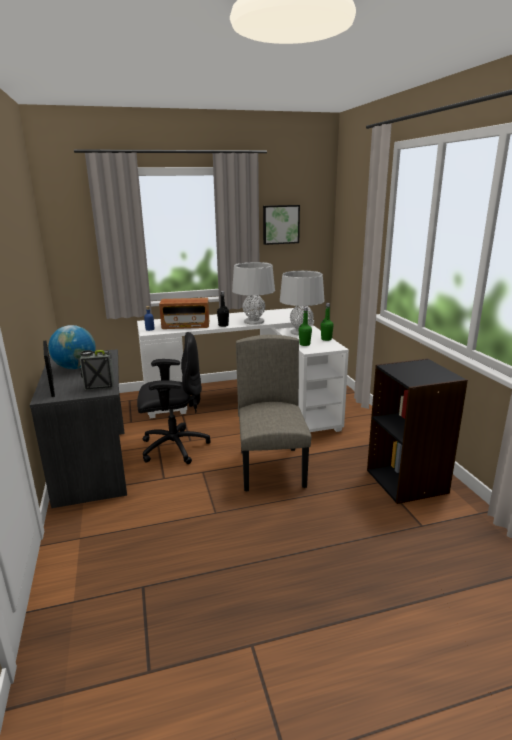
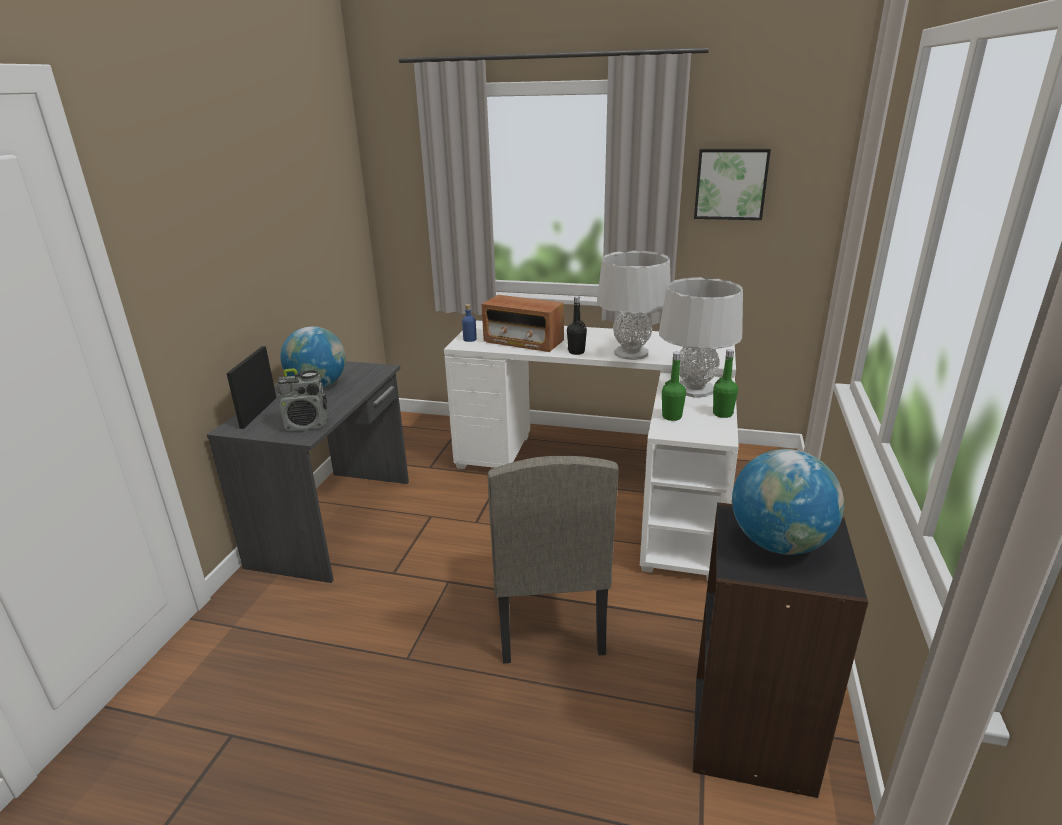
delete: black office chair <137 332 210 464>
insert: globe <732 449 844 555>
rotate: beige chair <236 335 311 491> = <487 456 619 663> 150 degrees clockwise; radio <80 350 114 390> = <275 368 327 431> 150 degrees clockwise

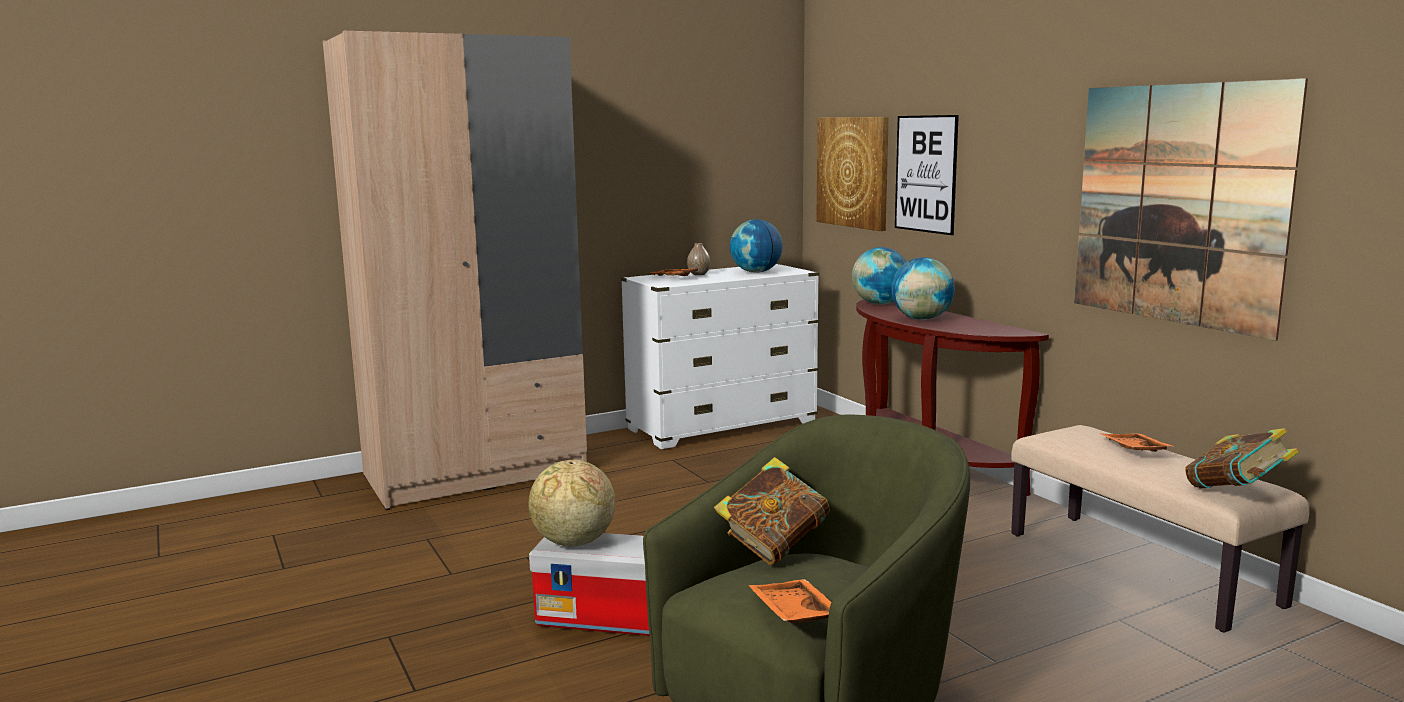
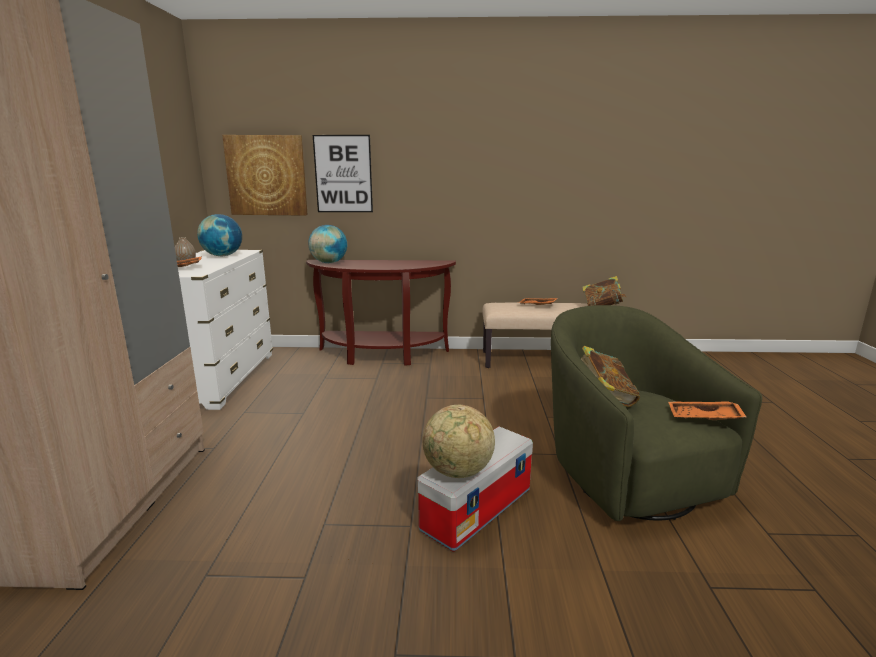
delete: picture <1074 78 1308 341>; globe <891 257 955 320>

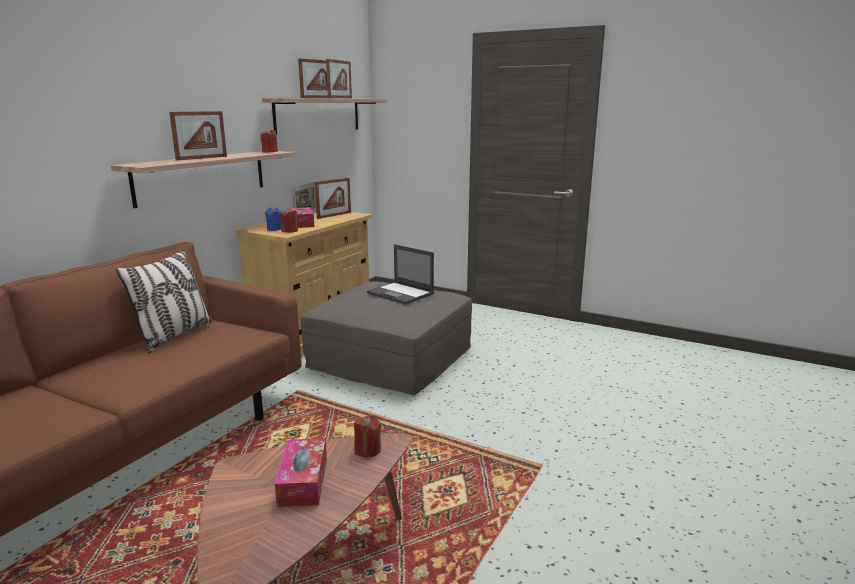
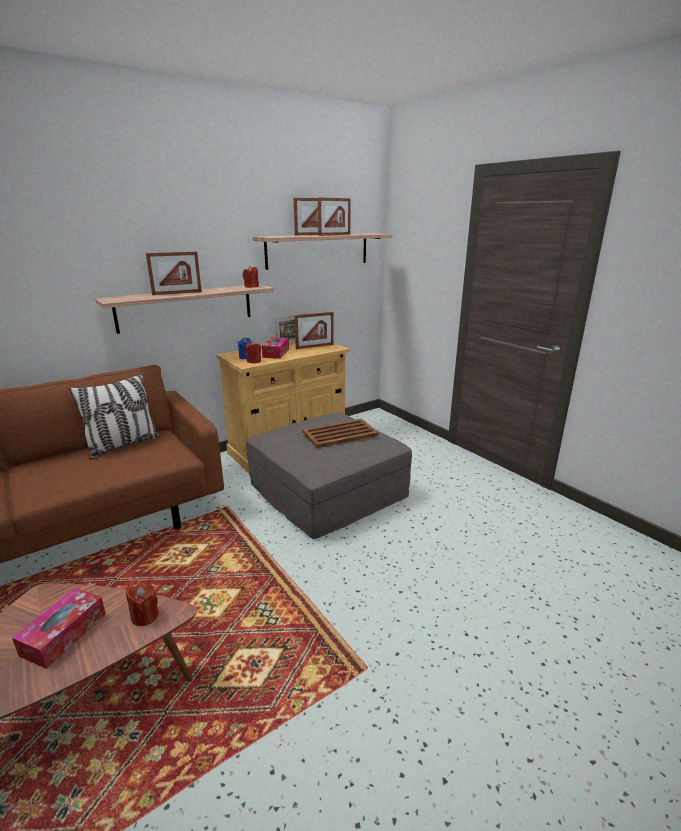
replace: laptop <367 244 434 305> to brown tray <303 418 379 448>

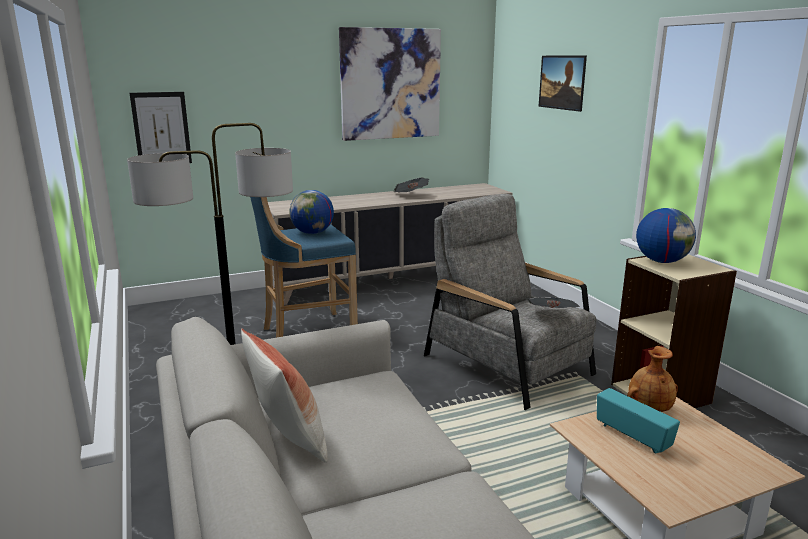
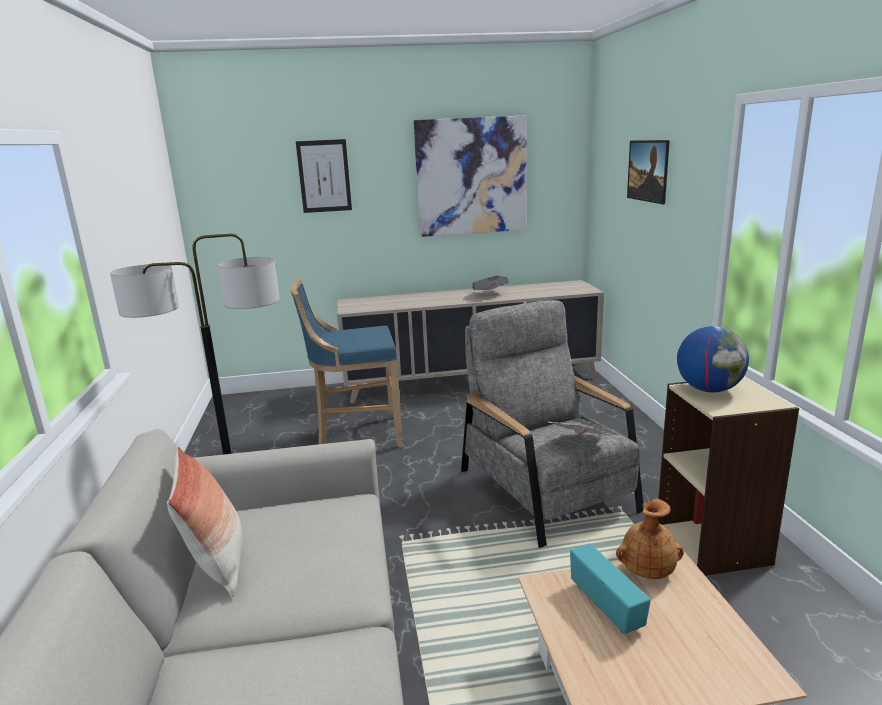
delete: globe <289 190 334 234>
move: picture <130 92 192 163> to <296 139 352 213>

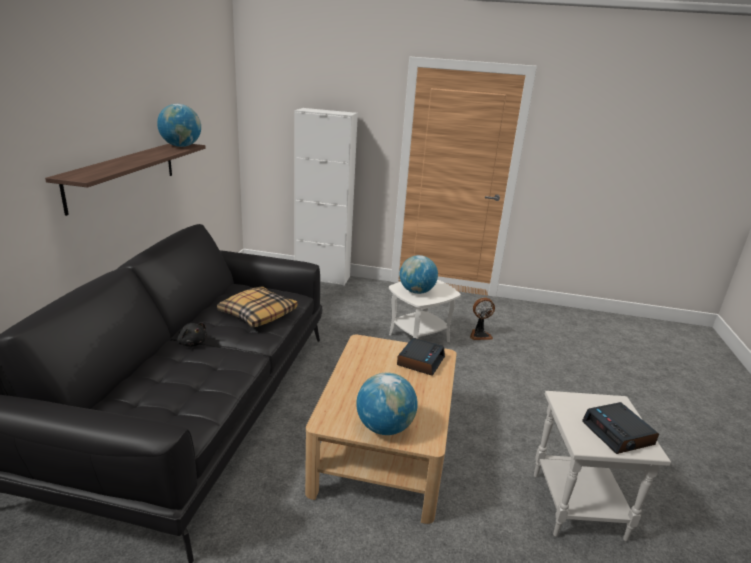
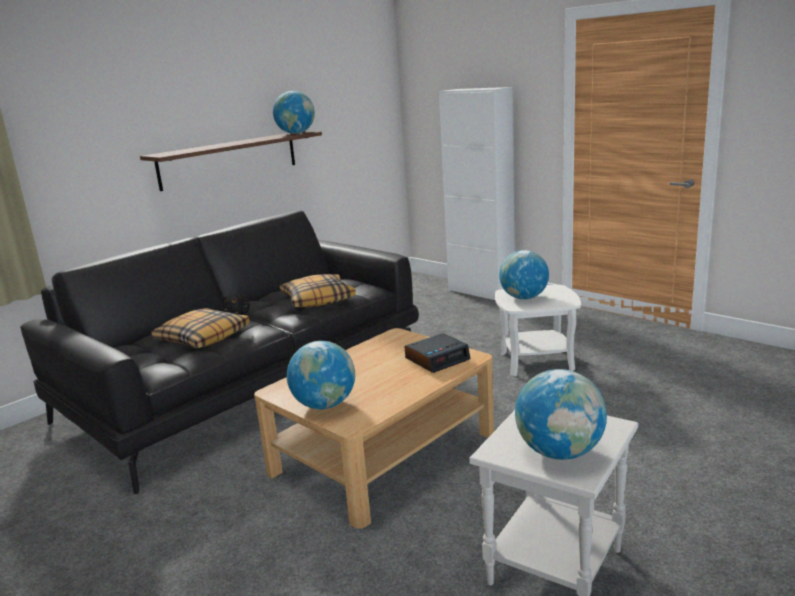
delete: fan <470 298 495 340>
insert: pillow <151 308 249 349>
replace: alarm clock <582 402 659 454> to globe <515 369 607 460>

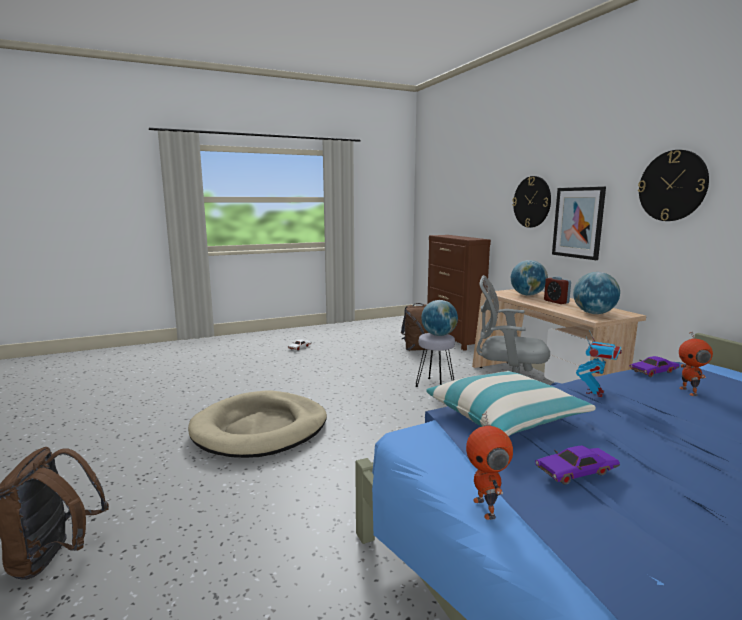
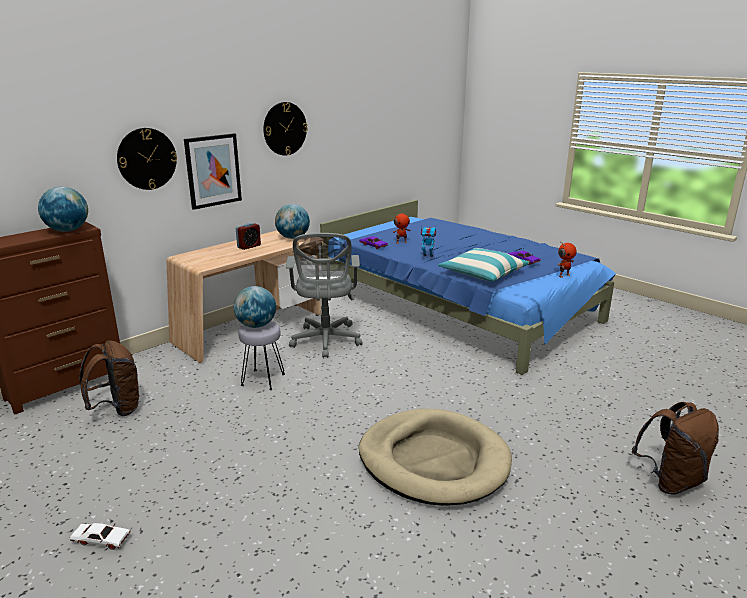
move: globe <511 260 548 296> to <38 187 88 232>

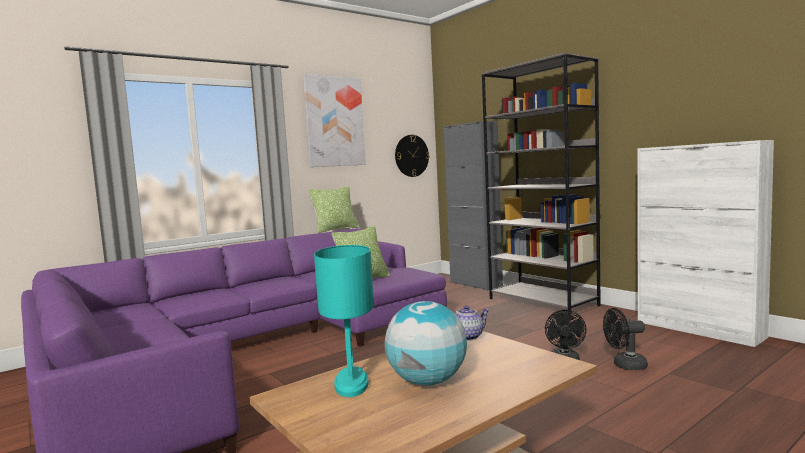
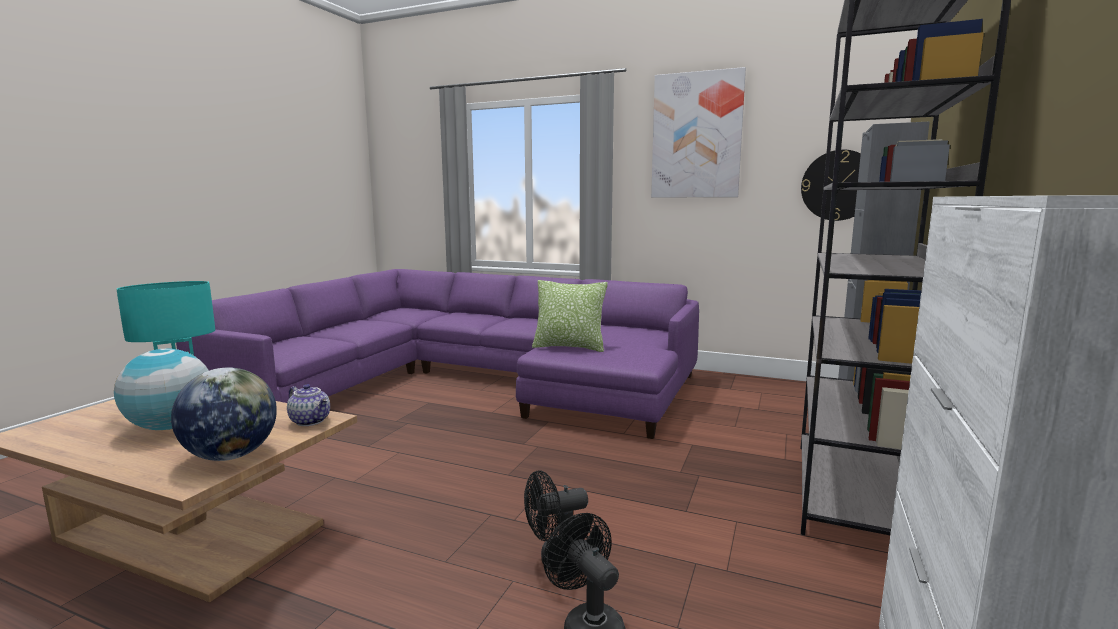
delete: pillow <308 186 360 233>
insert: globe <171 367 277 461>

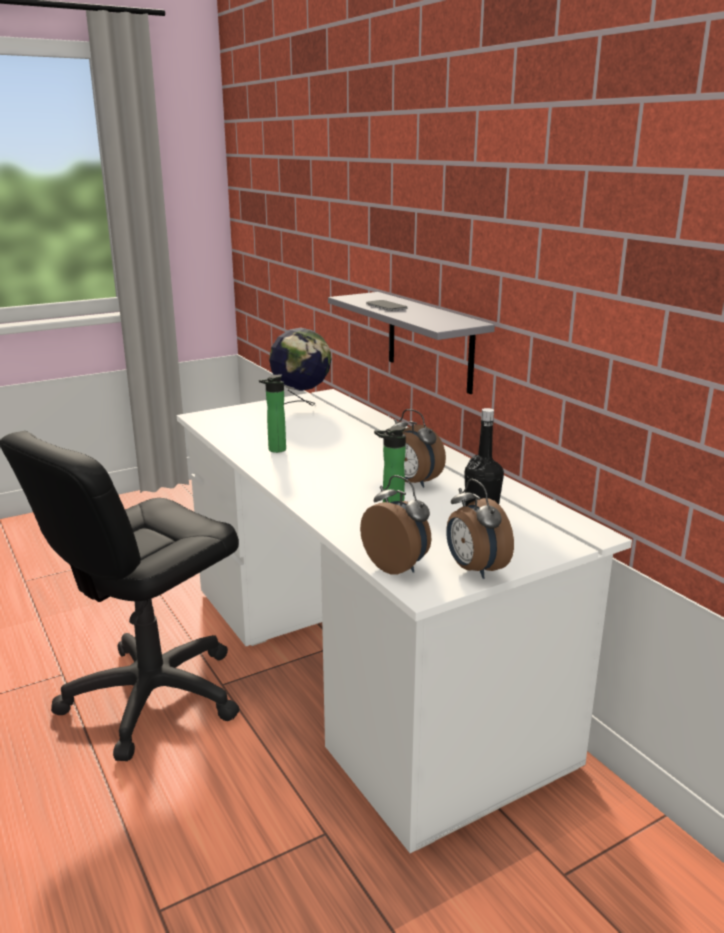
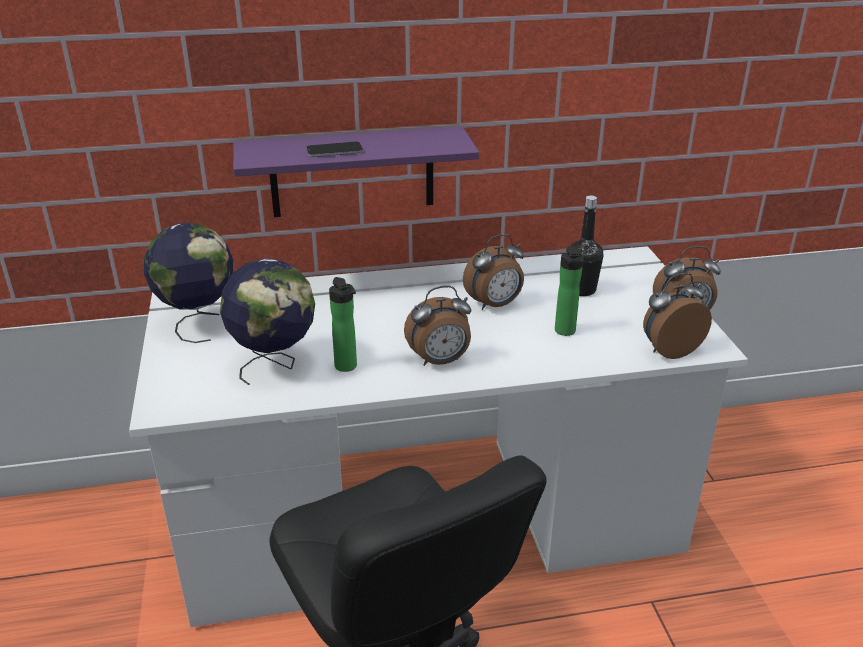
insert: globe <220 258 315 385>; alarm clock <404 286 471 366>
recolor: grey shelf <328 292 495 394> to purple shelf <233 127 479 217>

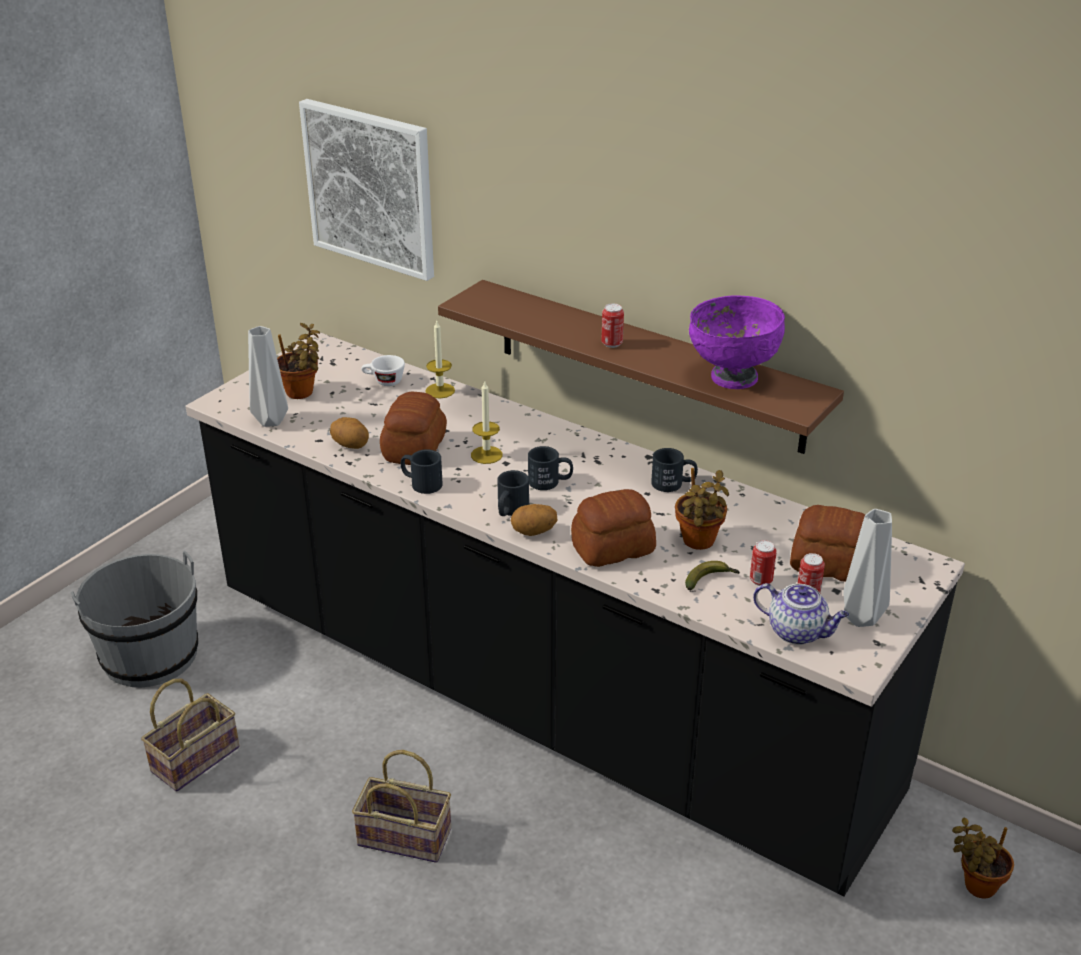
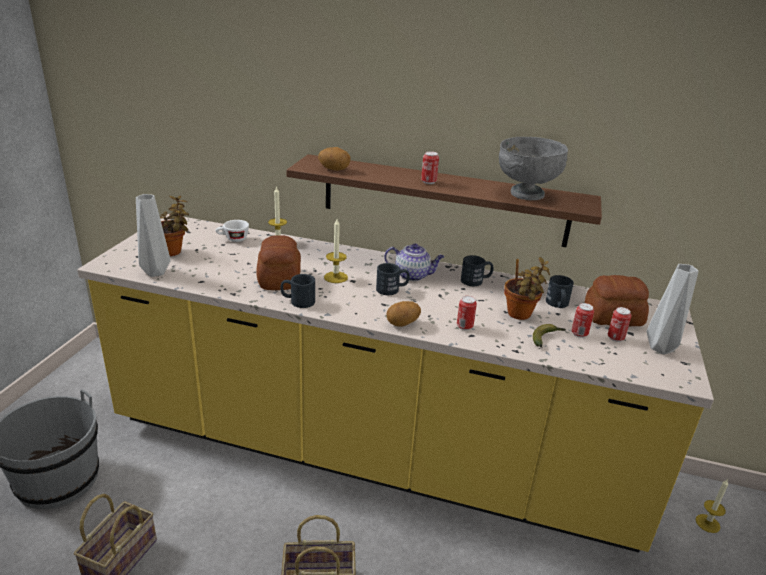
delete: picture <299 99 434 281>
move: potato <330 417 369 449> to <318 147 351 171>; black mug <497 470 529 516> to <546 275 574 308>; teapot <753 583 849 645> to <384 244 444 281>
replace: bread <571 489 656 567> to can <457 296 477 330>; potted plant <952 817 1014 898> to candle <696 480 728 533>
recolor: purple bowl <689 296 785 389> to grey bowl <499 137 568 200>; black counter <185 332 965 897> to yellow counter <77 214 714 552>

